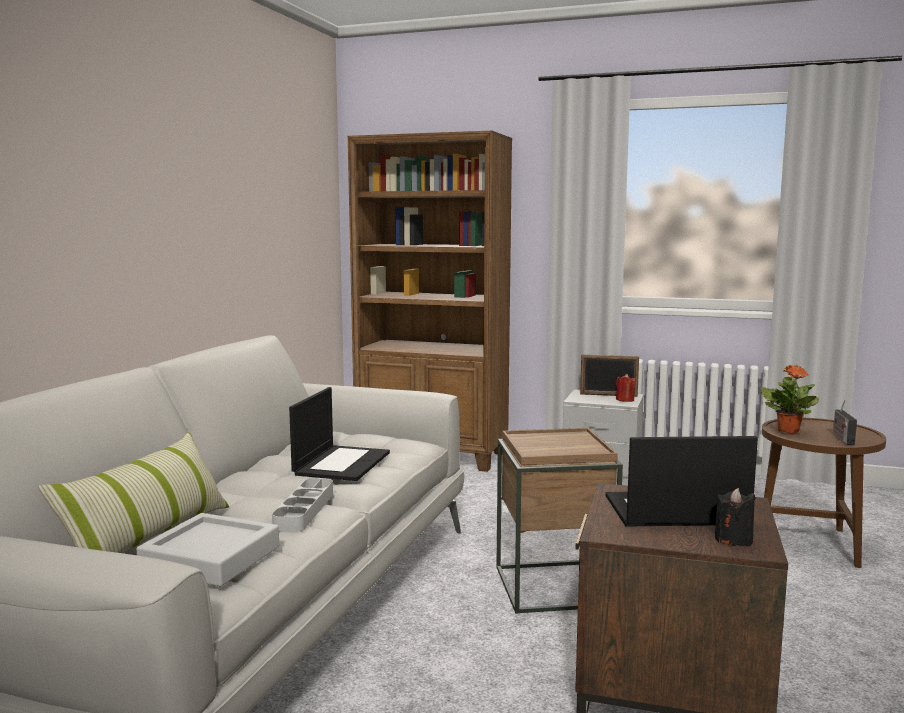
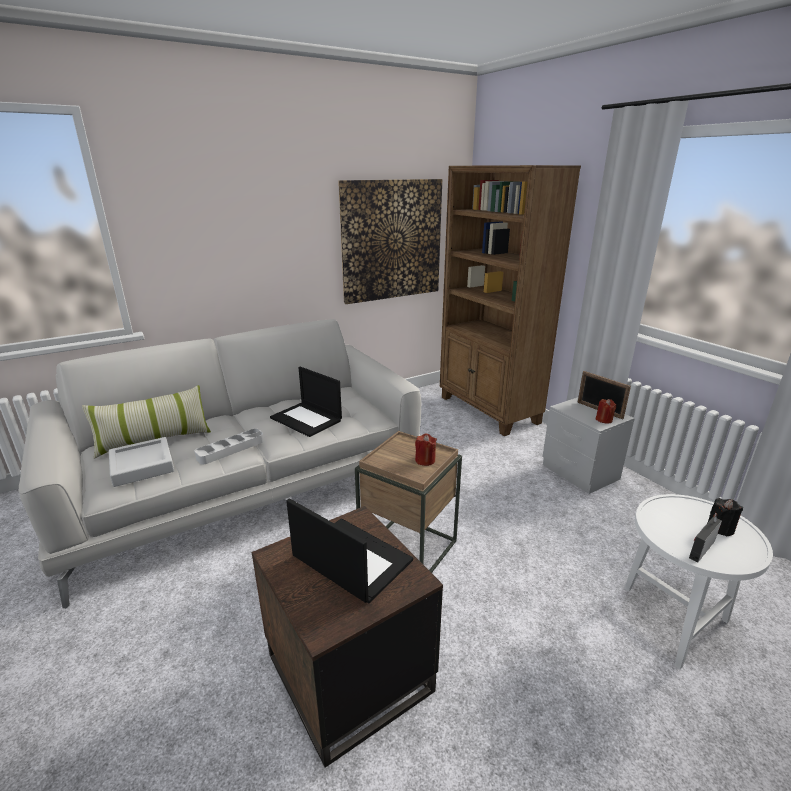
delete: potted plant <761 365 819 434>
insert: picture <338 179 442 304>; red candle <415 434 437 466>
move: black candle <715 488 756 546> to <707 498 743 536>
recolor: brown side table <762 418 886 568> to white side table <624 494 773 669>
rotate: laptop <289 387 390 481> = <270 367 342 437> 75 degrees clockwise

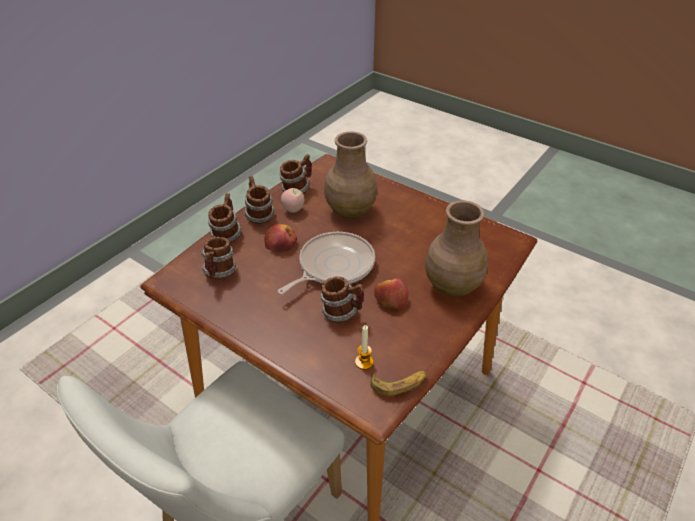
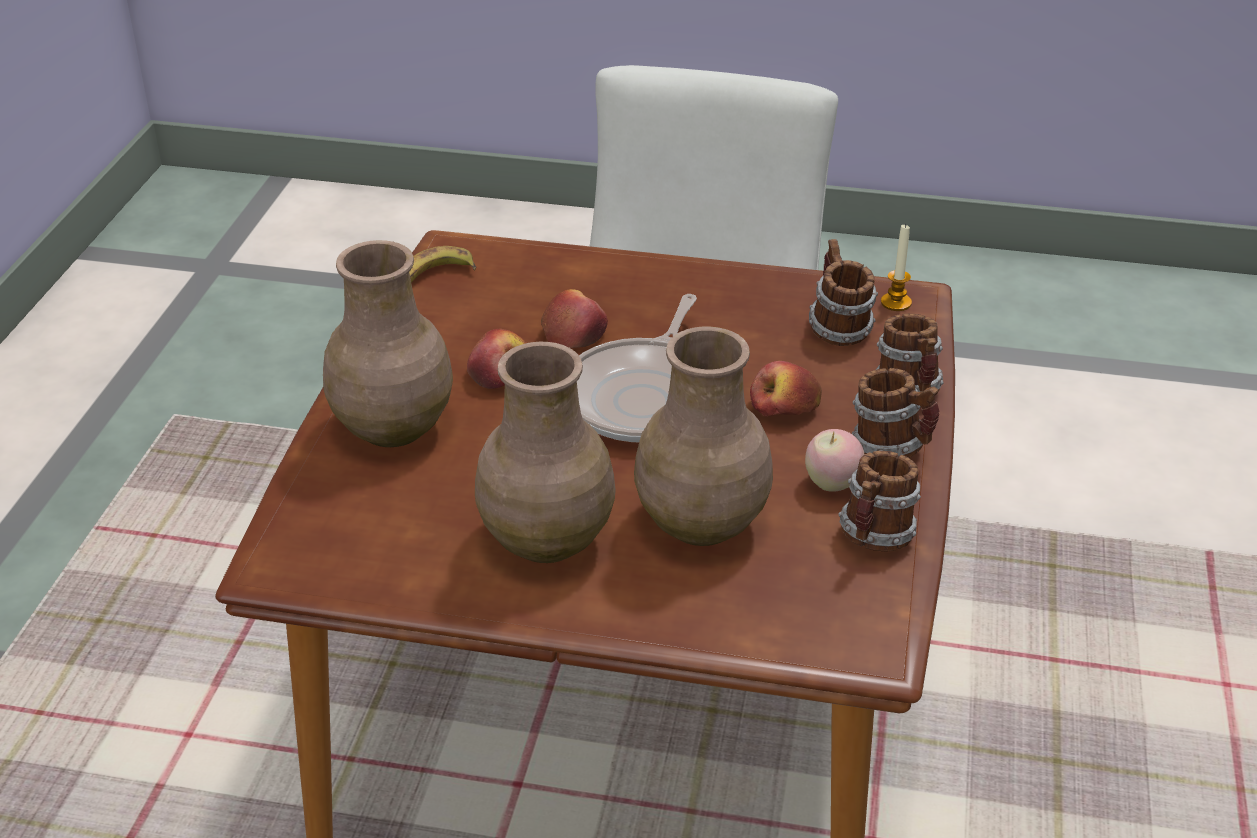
insert: brown vase <475 342 616 563>
move: candle <355 325 373 370> to <881 223 912 311>
replace: mug <320 276 364 323> to apple <541 289 608 348>

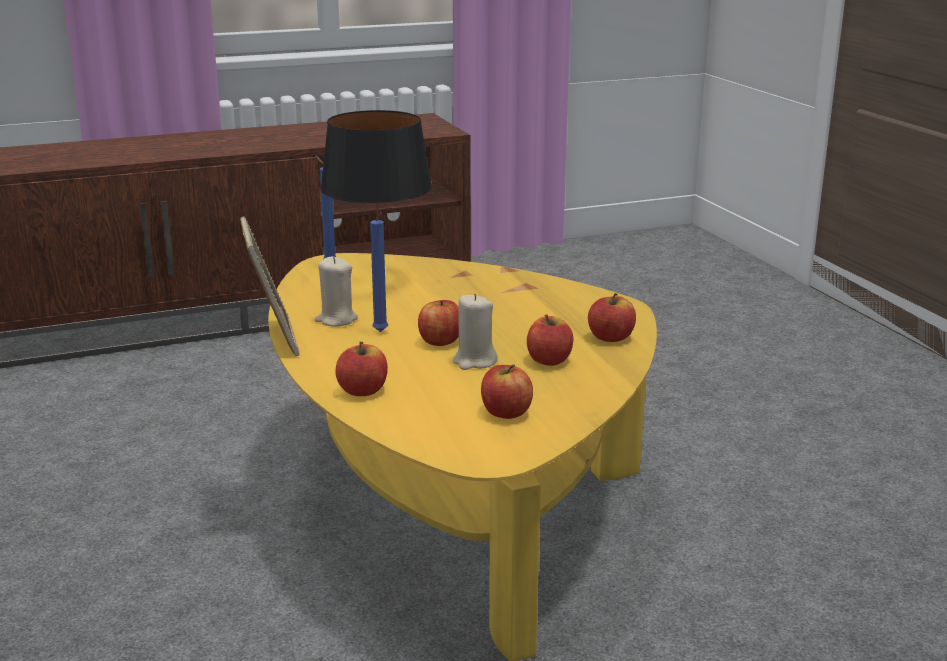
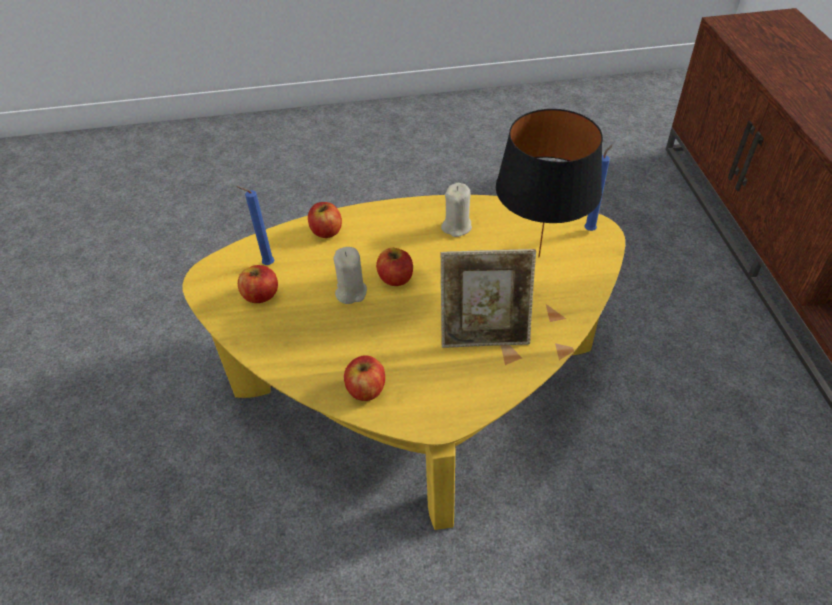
delete: apple <527 314 574 366>
move: blue candle <370 212 388 332> to <237 186 274 265>; picture frame <240 216 300 356> to <441 249 536 348>

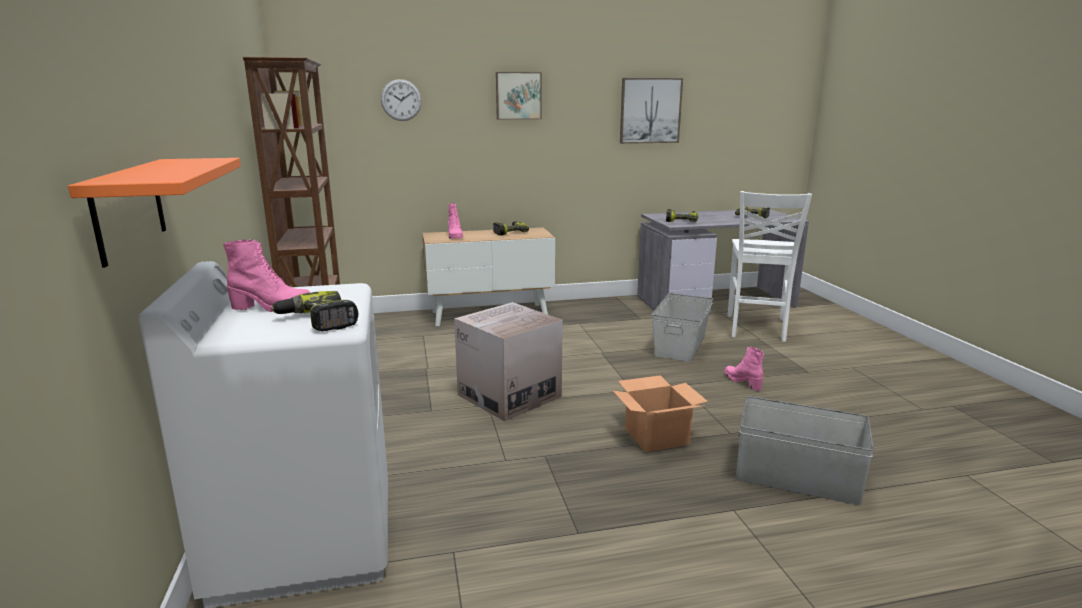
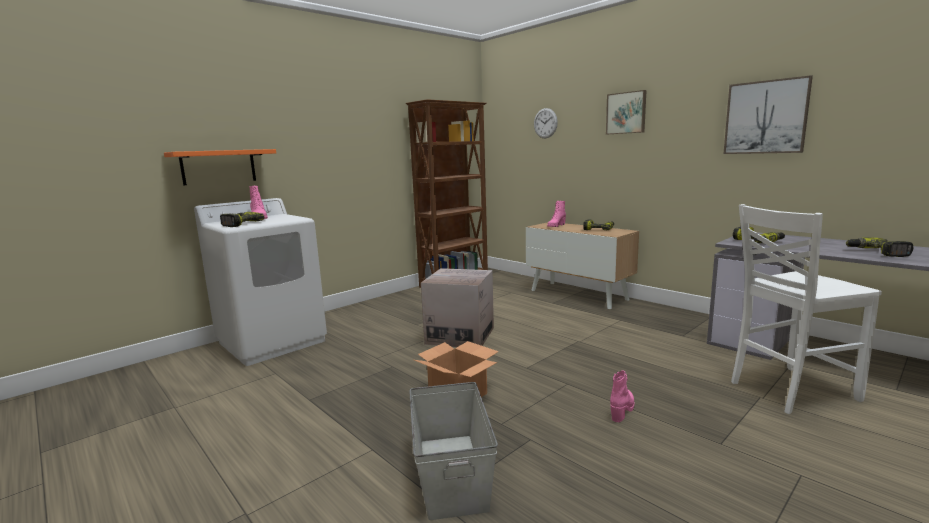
delete: grey storage box <651 293 713 362>

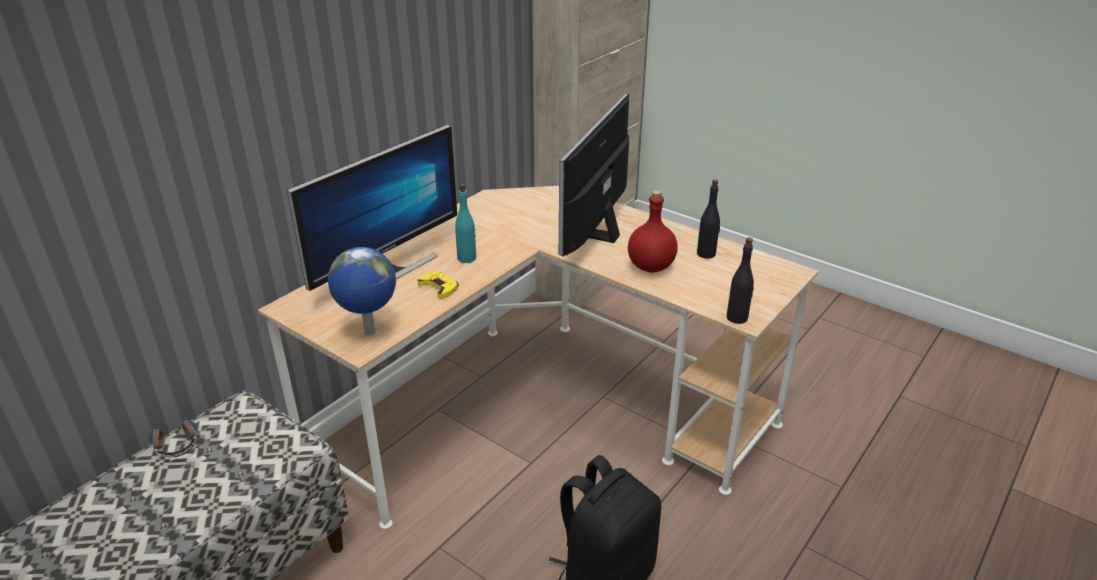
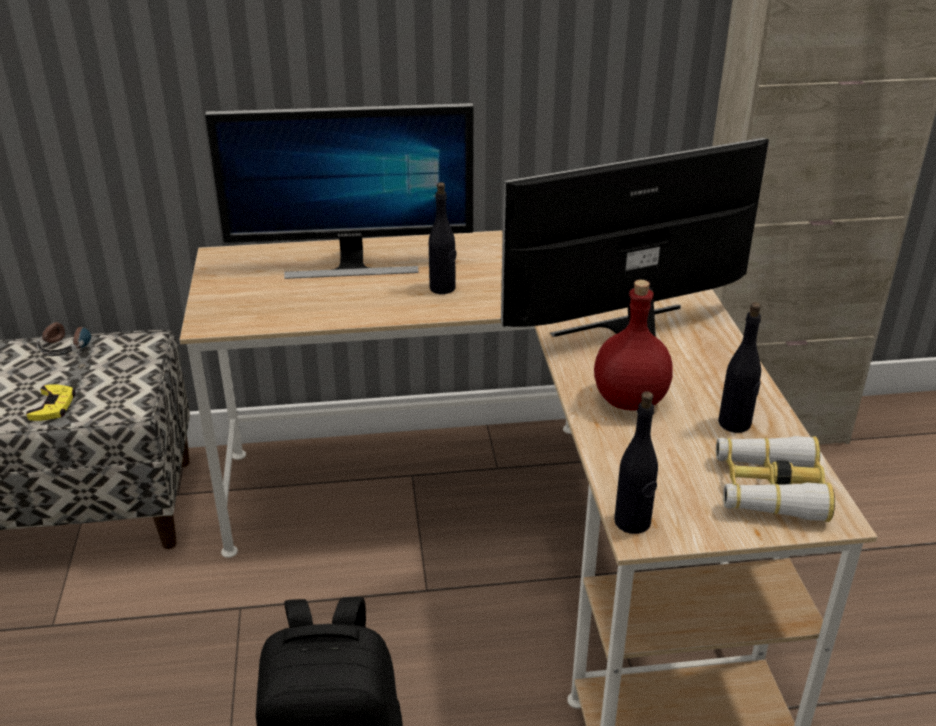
delete: globe <328 247 396 335>
insert: binoculars <716 436 835 522>
move: yellow game controller <417 272 459 299> to <26 384 76 421>
recolor: turquoise bottle <455 183 476 263> to black bottle <429 182 456 294>

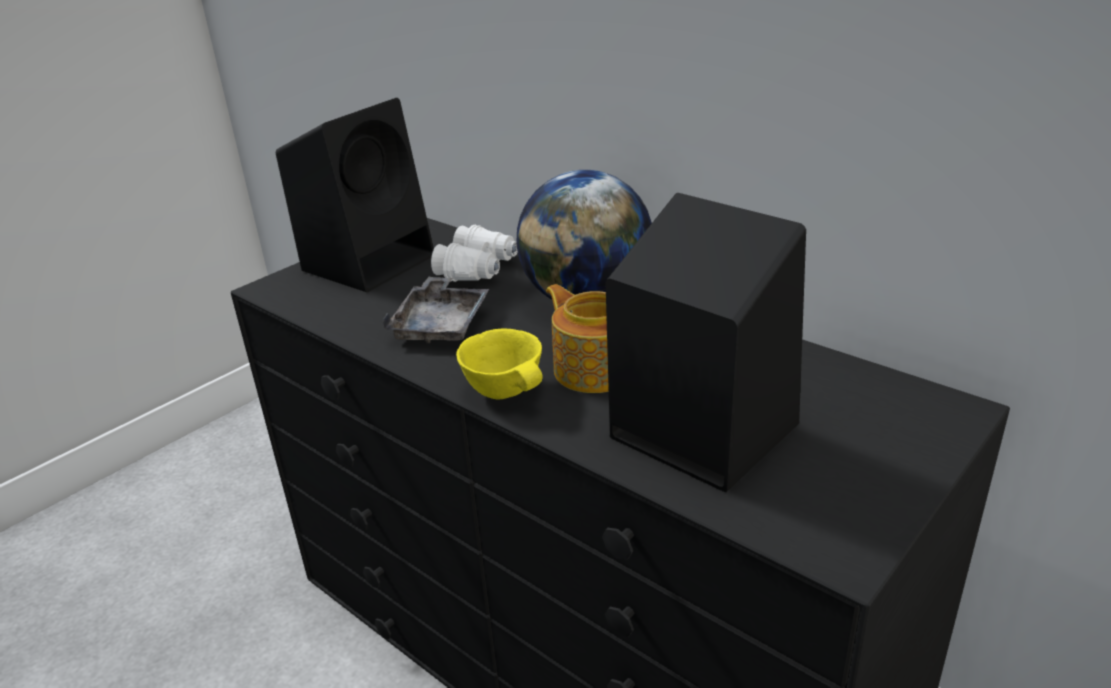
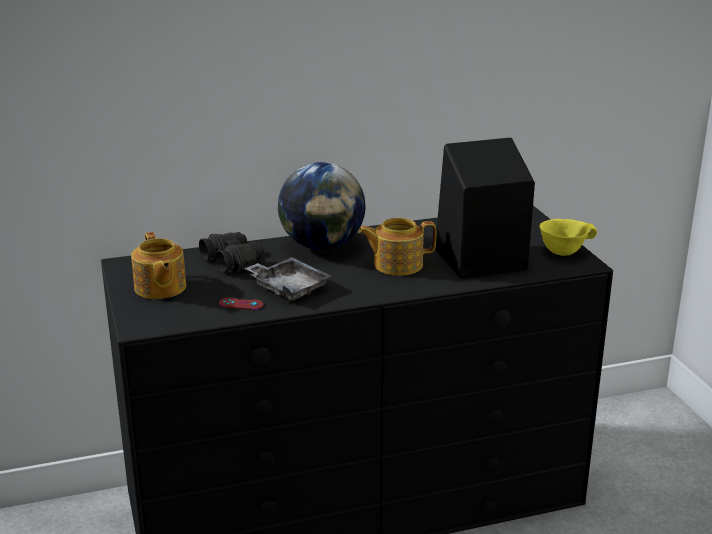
insert: red game controller <219 297 263 310>
move: yellow bowl <456 328 543 400> to <540 219 597 256>
replace: black speaker <276 98 434 292> to teapot <131 232 186 299>
recolor: white binoculars <431 225 518 282> to black binoculars <199 232 264 273>

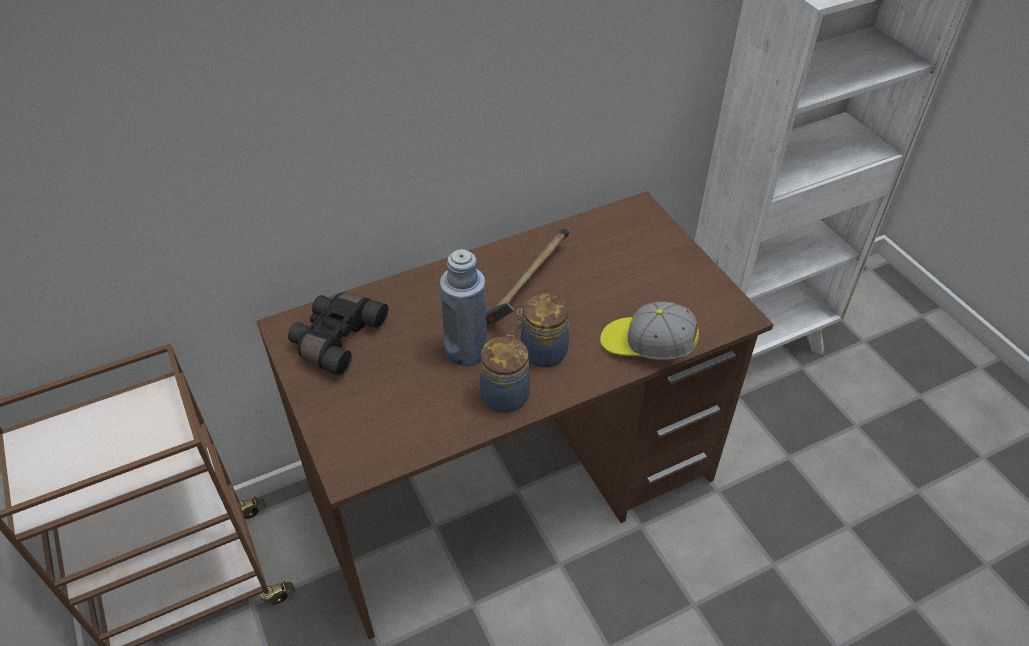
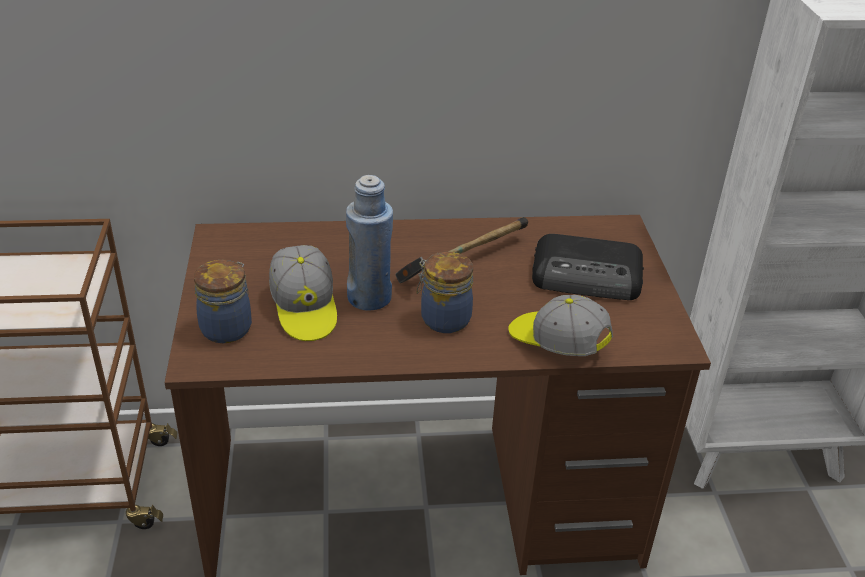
delete: black binoculars <288 292 389 376>
insert: radio <532 234 644 300>; cap <269 245 337 341>
move: jar <480 335 530 413> to <194 260 252 343>

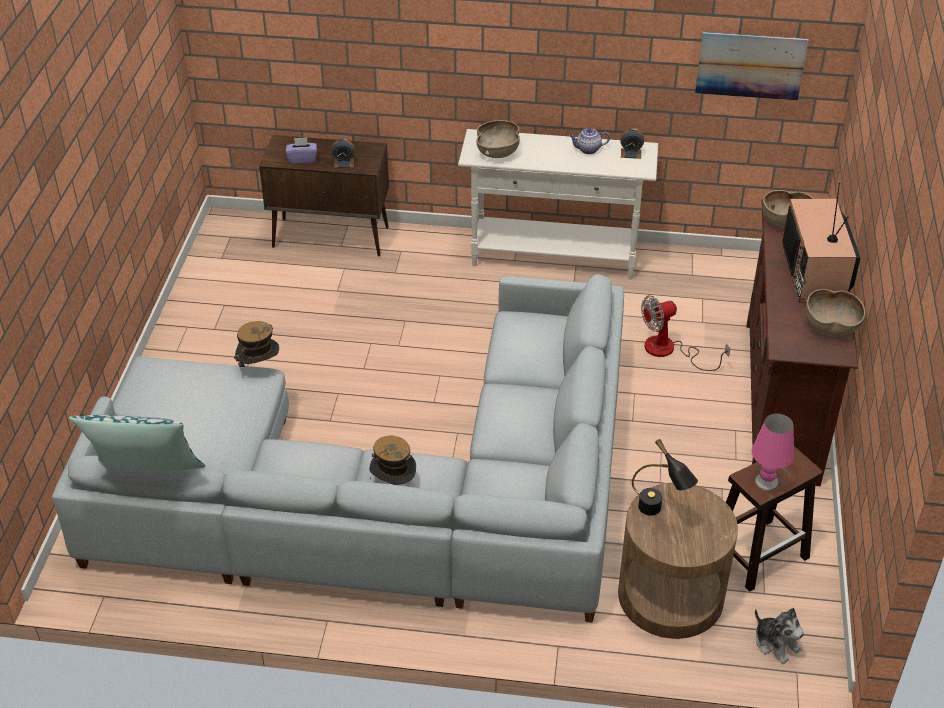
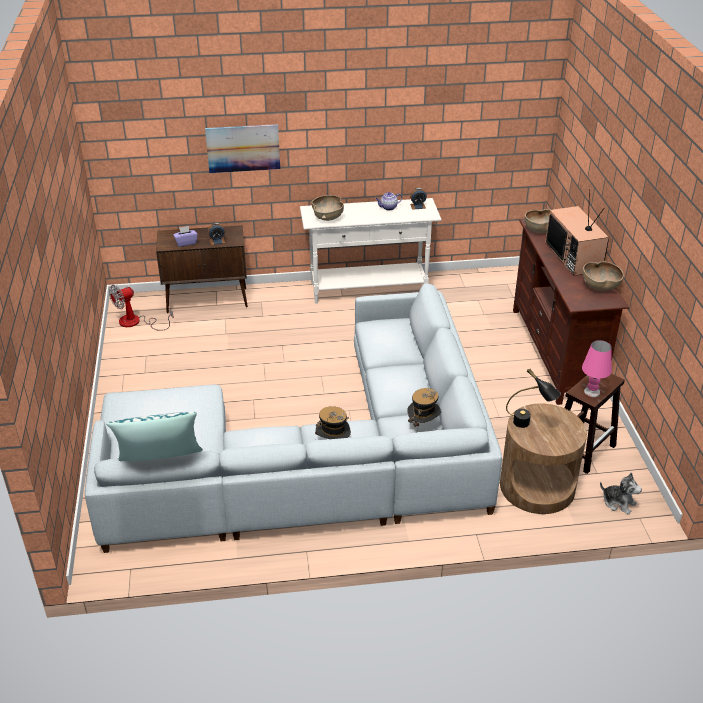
move: picture <695 32 809 100> to <205 124 280 173>; fan <641 295 730 371> to <109 285 174 331>; hat <234 321 279 379> to <407 388 441 427>

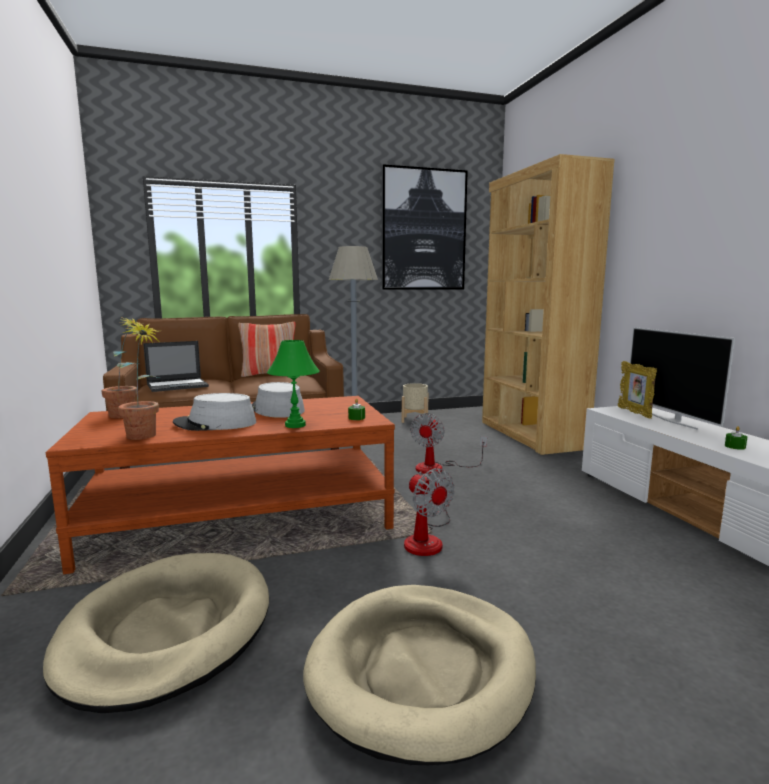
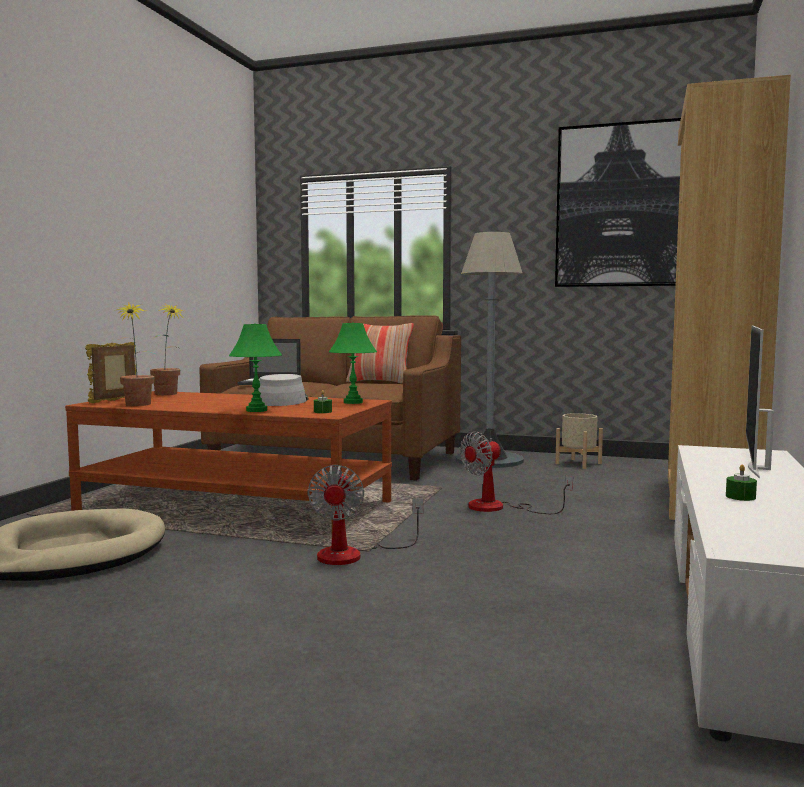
delete: grey hat <173 393 256 431>; beige dog bed <303 585 536 765>
insert: green table lamp <329 322 377 404>
move: picture frame <618 361 657 419> to <85 342 136 403>

